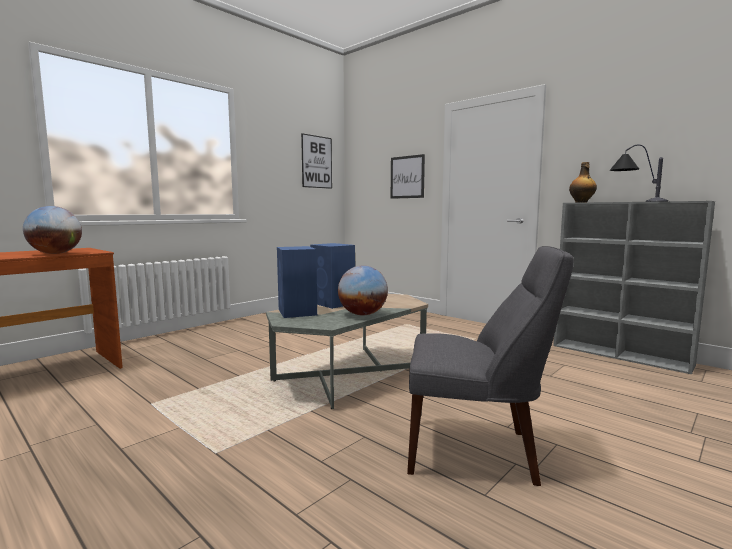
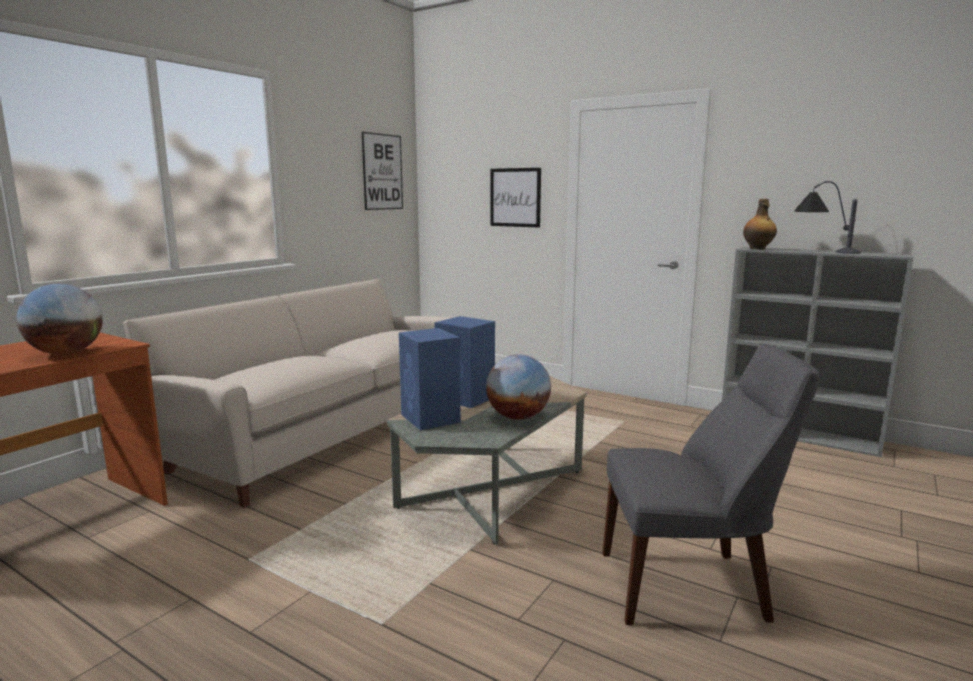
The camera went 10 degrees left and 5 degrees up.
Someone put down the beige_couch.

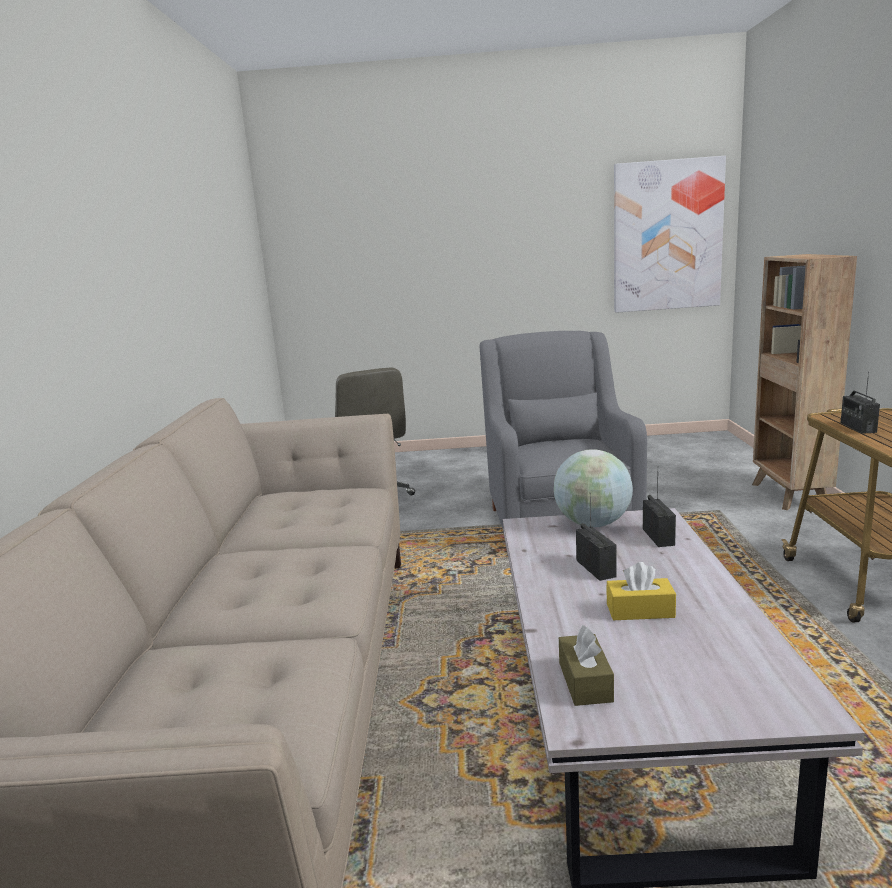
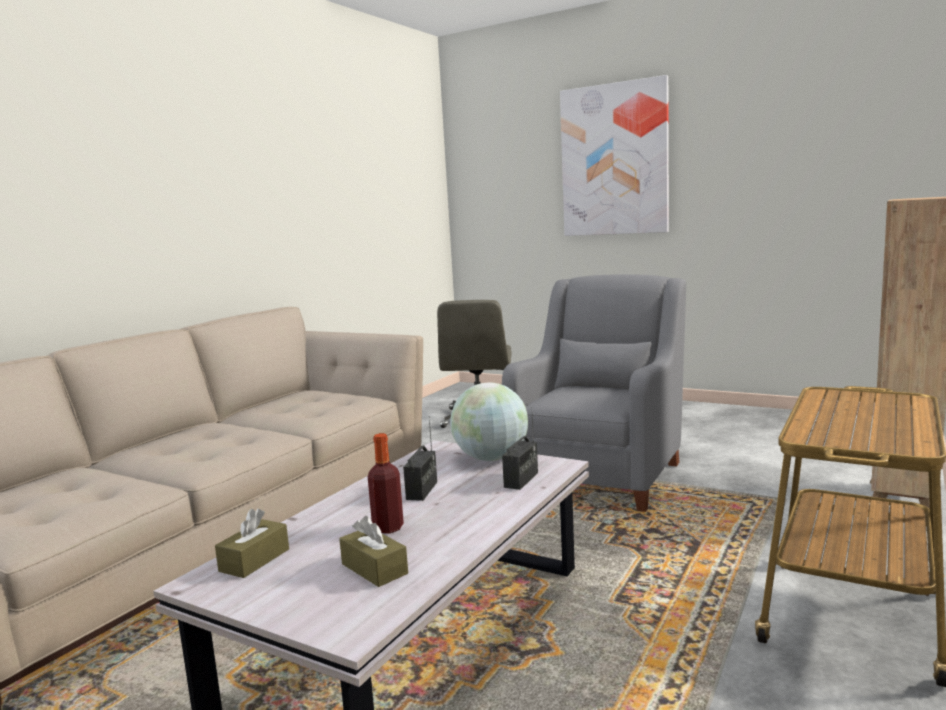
The camera went 30 degrees right and 5 degrees down.
Someone carried the picture.
Someone took away the radio (3rd from left).
Someone swapped the yellowish_tissue_holder for the bottle.
Someone put down the brown_tissue_holder (2nd from left).

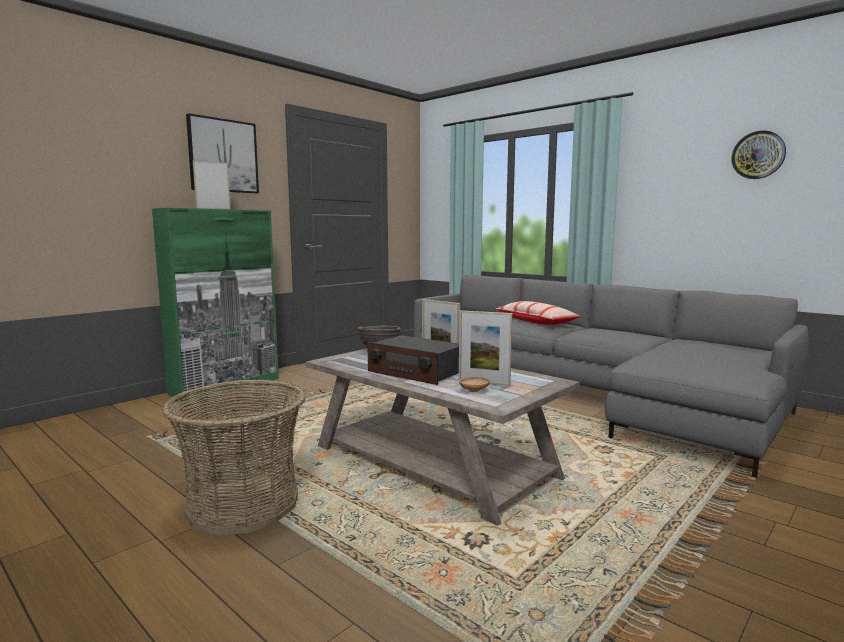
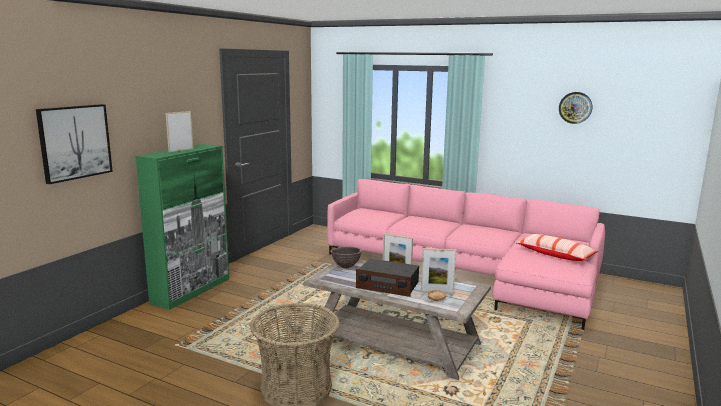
The camera went 15 degrees left and 5 degrees up.
Someone carried the picture.
Someone repainted the greyish_couch, which became the pink-coloured_couch.
Someone carried the throw_pillow.

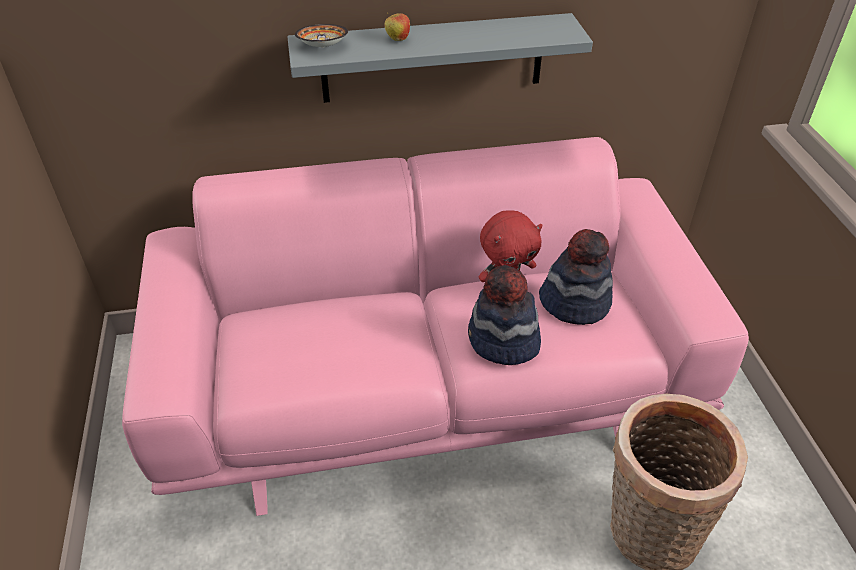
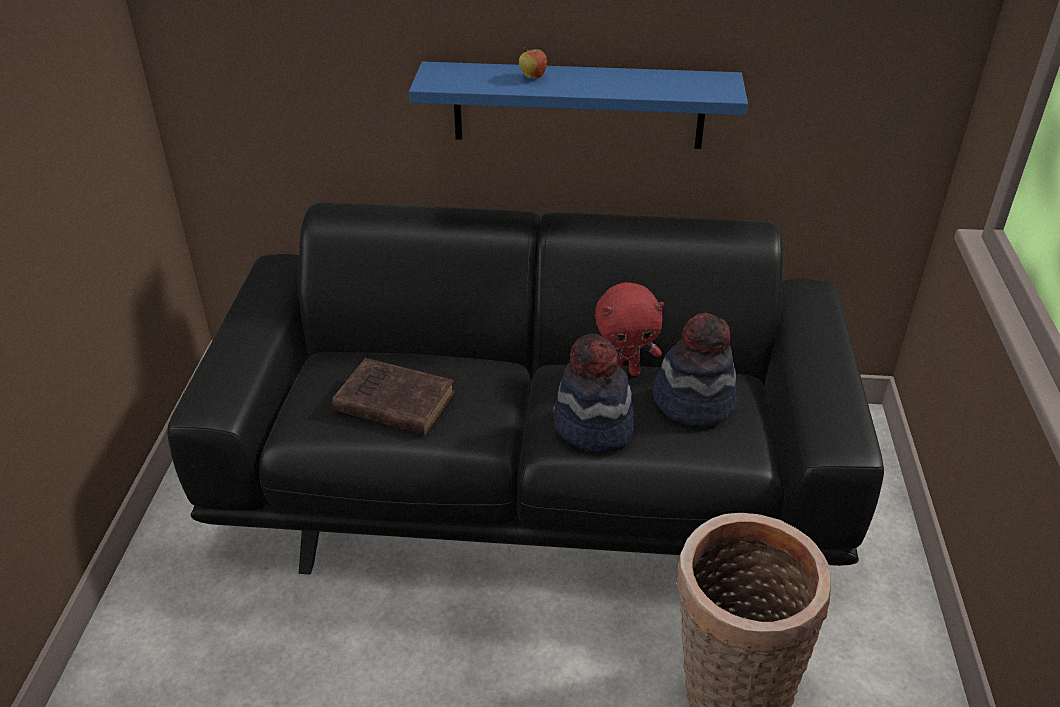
The camera went 15 degrees right and 5 degrees down.
Someone repainted the greyish_shelf, which became the blue_shelf.
Someone took away the serving_bowl.
Someone repainted the pink-coloured_couch, which became the black_couch.
Someone put down the brown_bound_book.

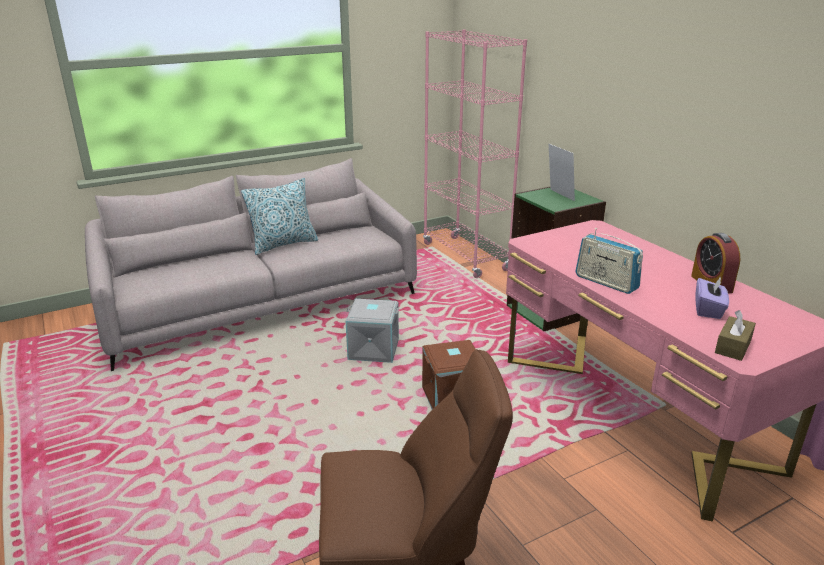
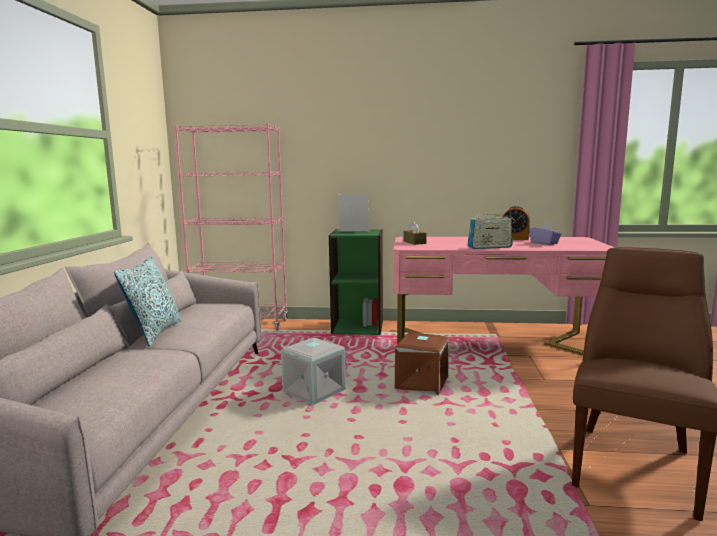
The camera went 55 degrees left and 15 degrees down.
Someone carried the brown_tissue_holder.

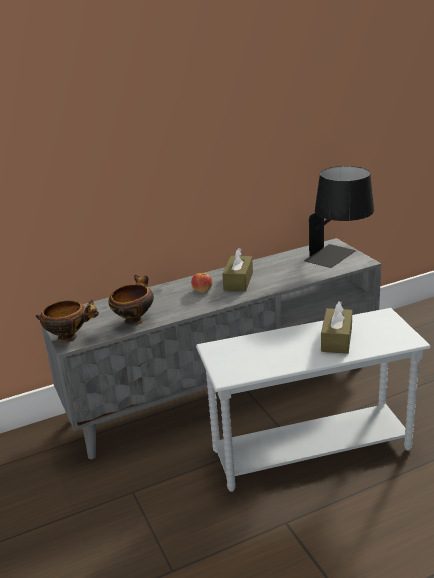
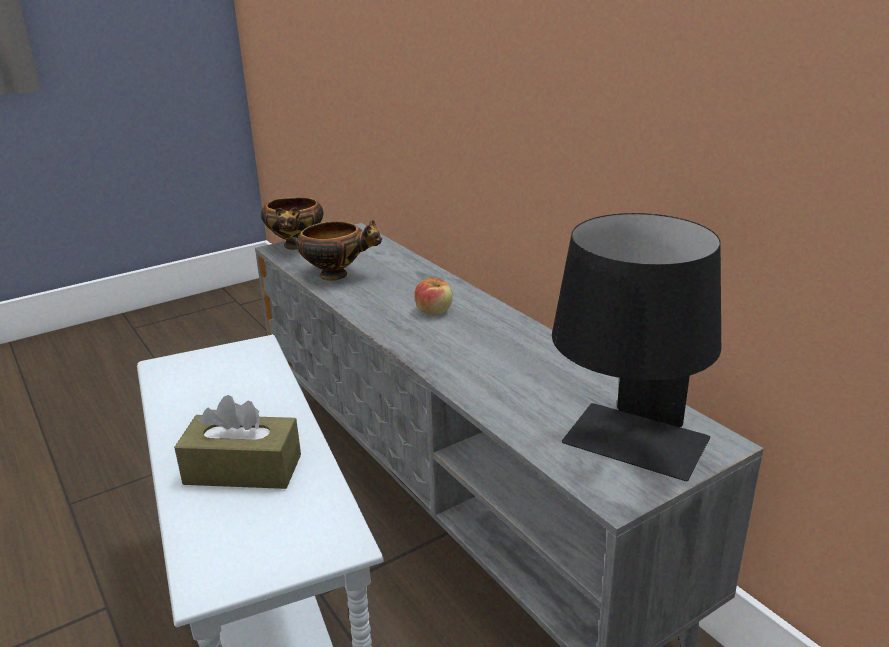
The camera went 80 degrees right and 0 degrees up.
Someone took away the brown_tissue_holder (1st from left).

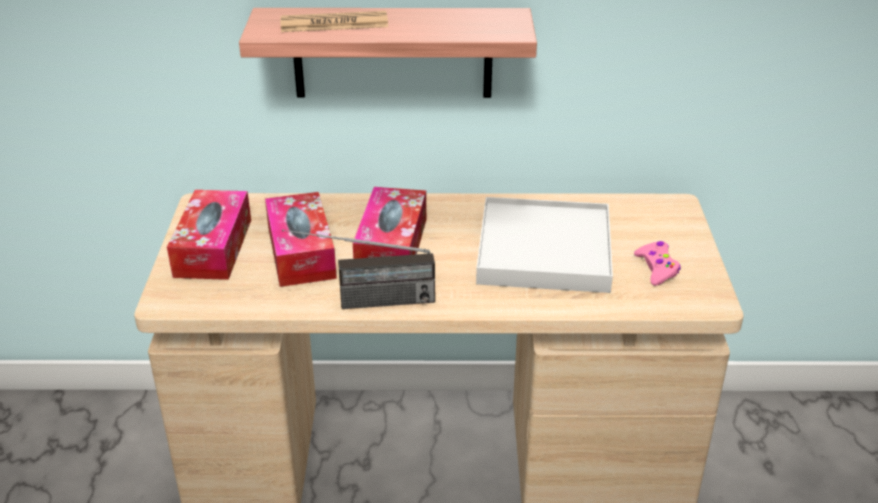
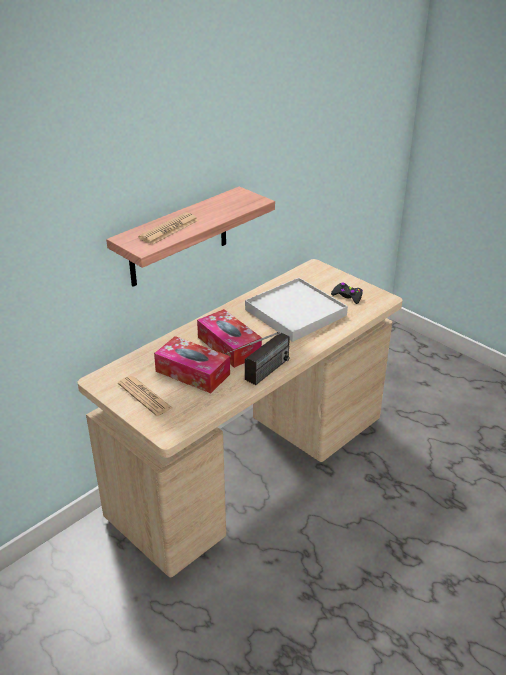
The camera went 45 degrees left and 0 degrees up.
Someone swapped the tissue_holder (1st from left) for the newspaper (1st from left).
Someone repainted the pink-coloured_game_controller, which became the black_game_controller.

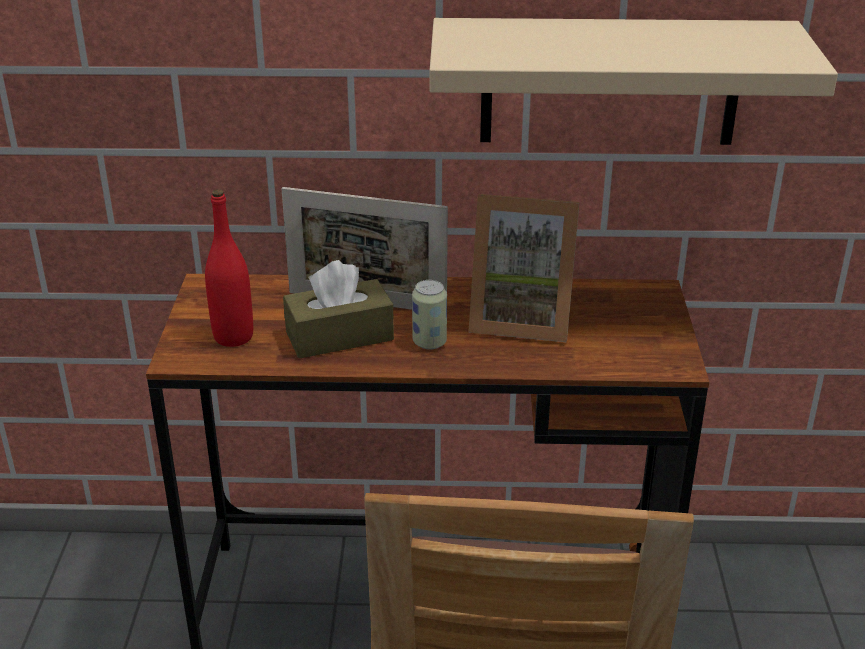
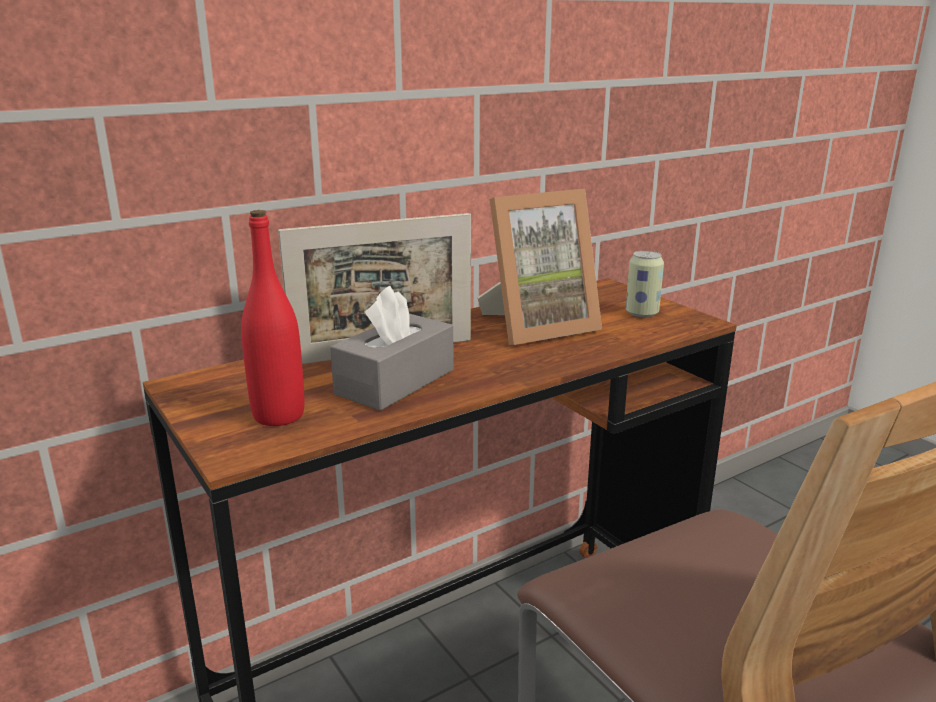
The camera went 35 degrees left and 10 degrees down.
Someone took away the beige_shelf.
Someone repainted the brown_tissue_holder, which became the greyish_tissue_holder.
Someone carried the sealed_can.

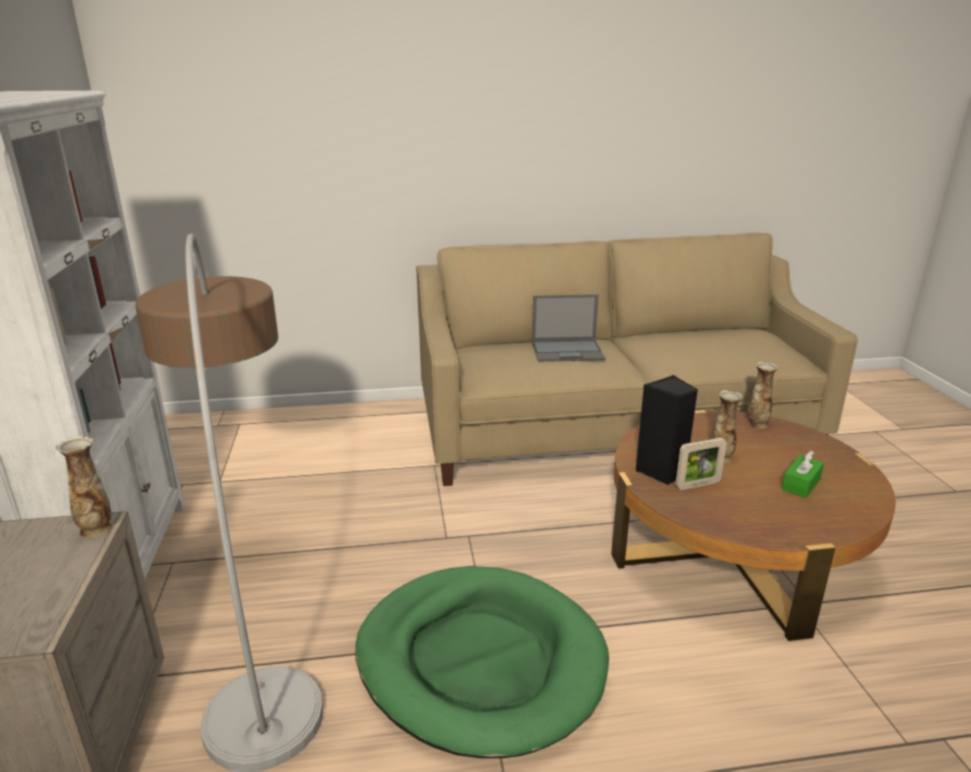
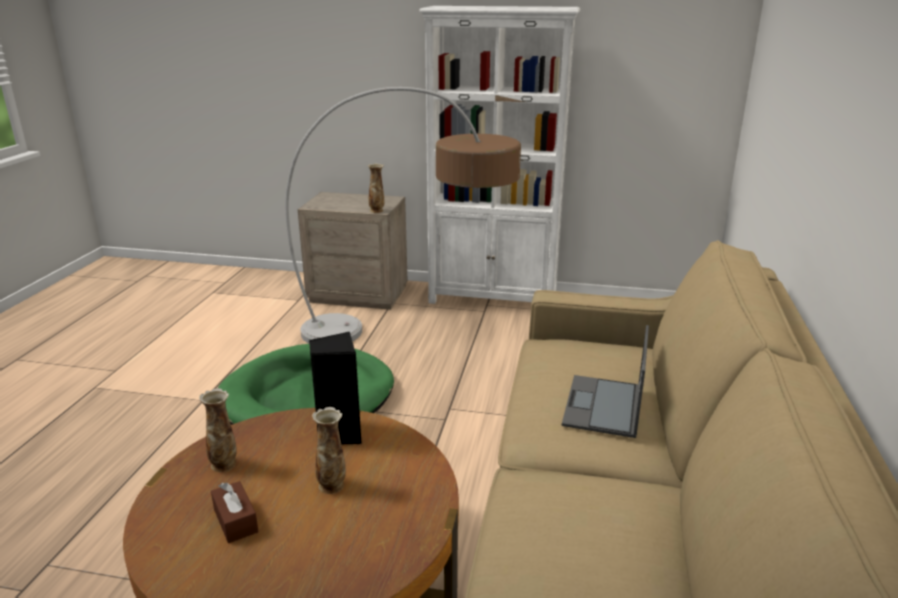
The camera went 110 degrees right and 0 degrees up.
Someone carried the vase (3rd from left in the first image).
Someone took away the photo_frame.
Someone repainted the greenish_tissue_holder, which became the brown_tissue_holder.

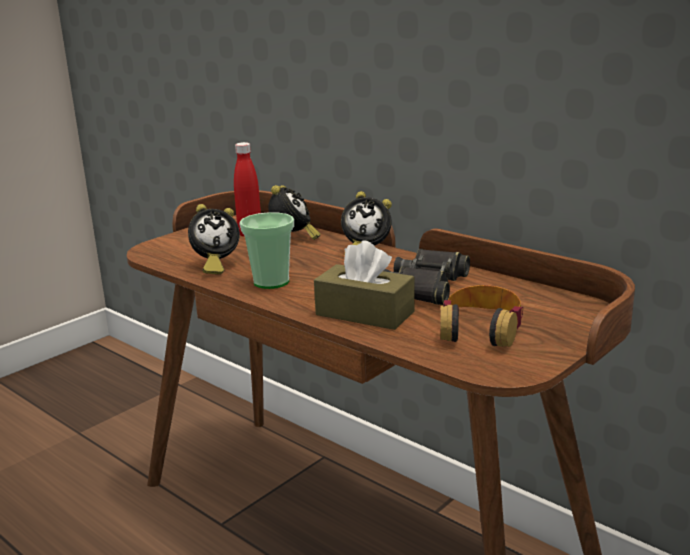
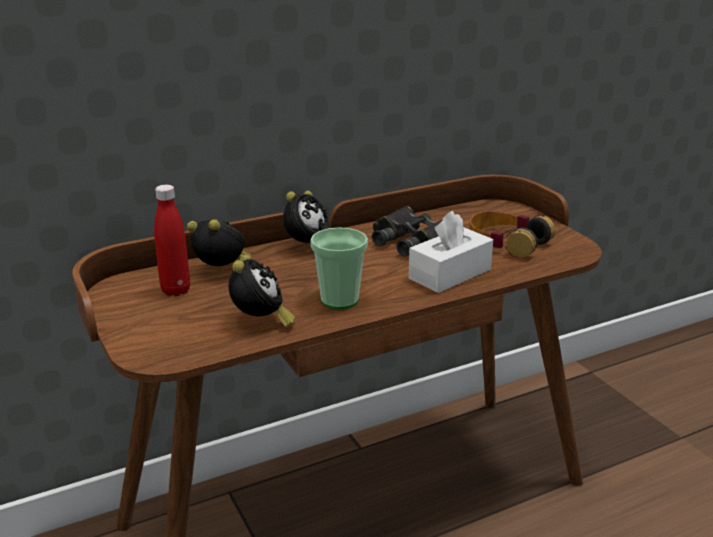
The camera went 70 degrees left and 5 degrees up.
Someone repainted the brown_tissue_holder, which became the whitish_tissue_holder.

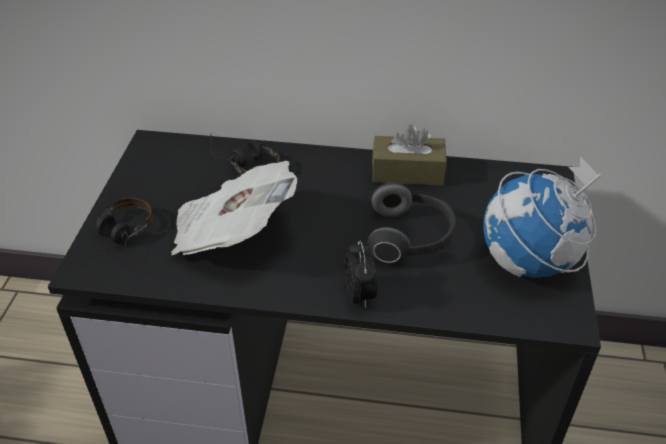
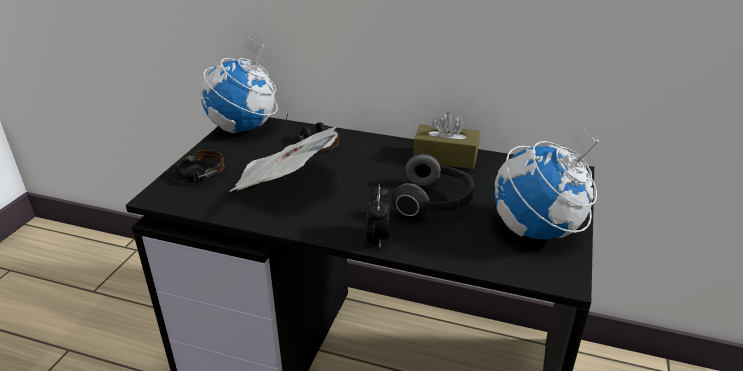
The camera went 10 degrees right and 10 degrees down.
Someone put down the globe (1st from left).

